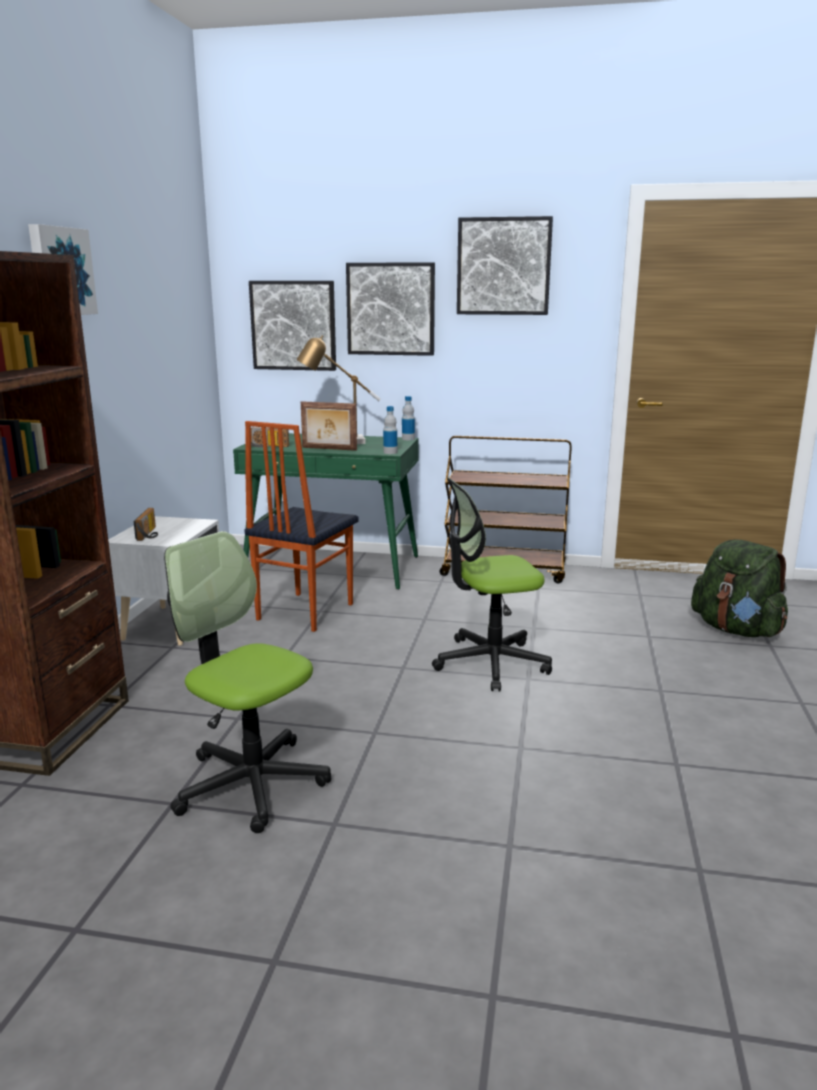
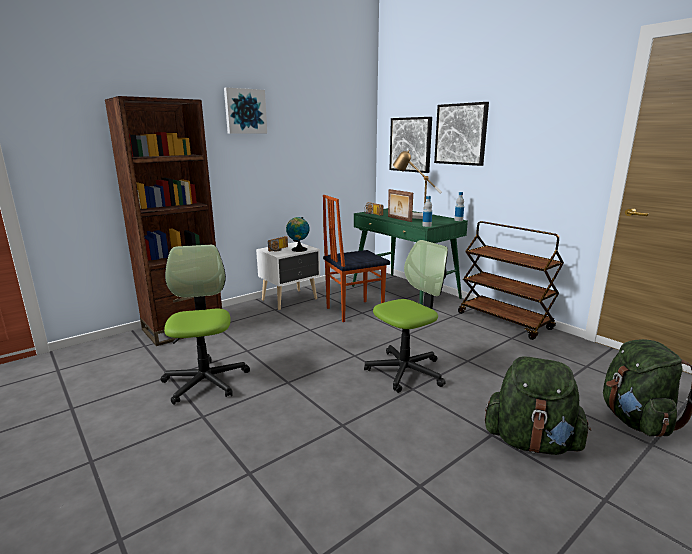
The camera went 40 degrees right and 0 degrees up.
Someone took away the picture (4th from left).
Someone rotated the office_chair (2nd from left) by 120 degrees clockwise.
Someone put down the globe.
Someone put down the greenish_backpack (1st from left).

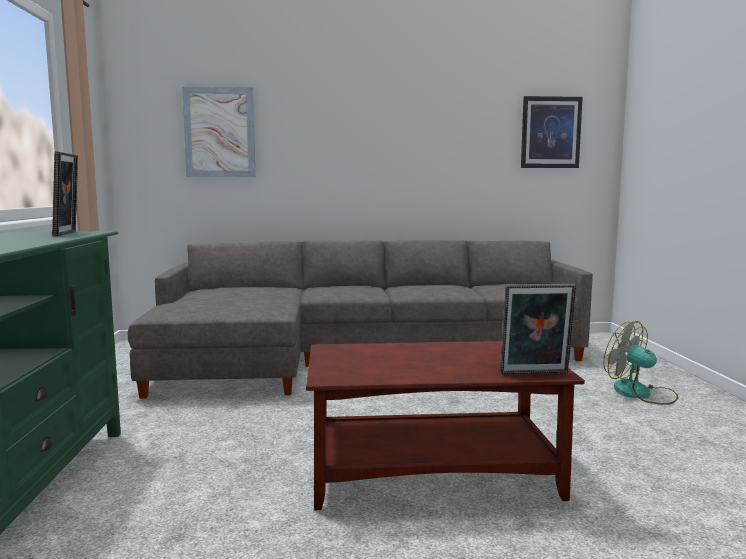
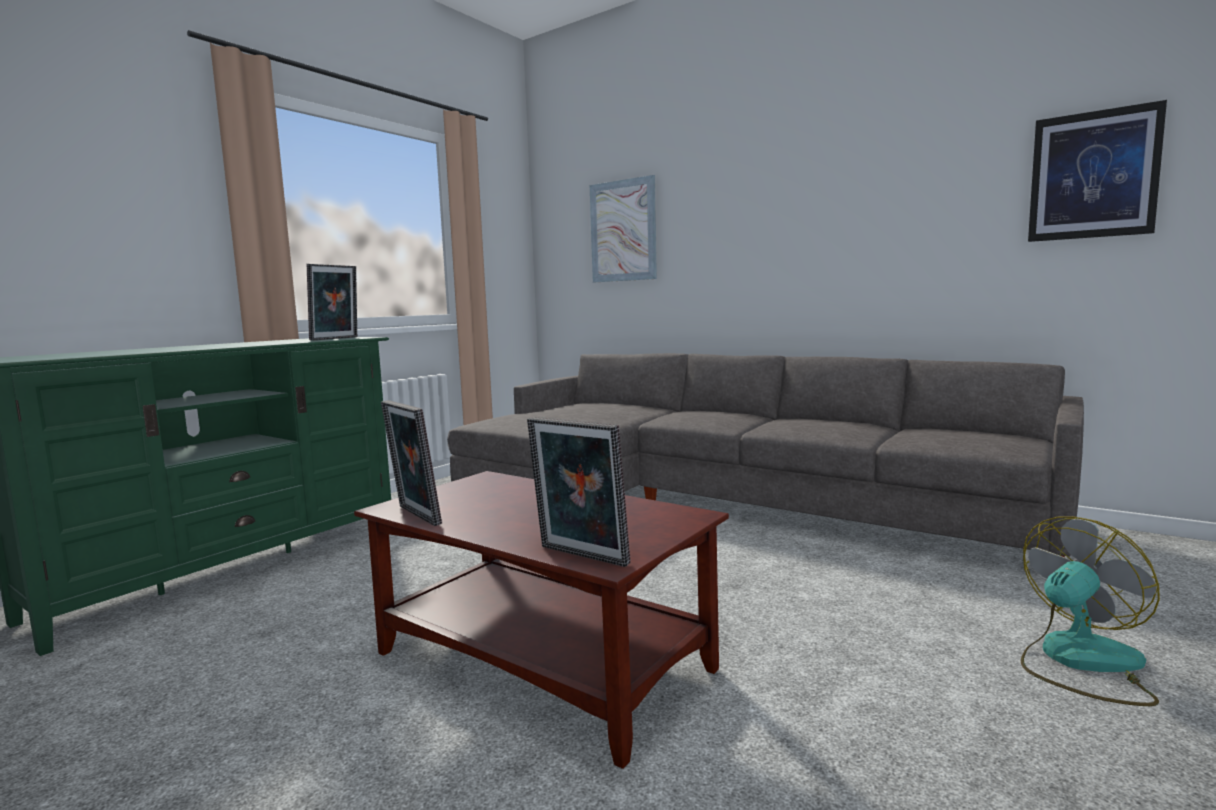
The camera went 40 degrees right and 0 degrees up.
Someone rotated the electric_fan by 60 degrees clockwise.
Someone put down the photo_frame (2nd from left).

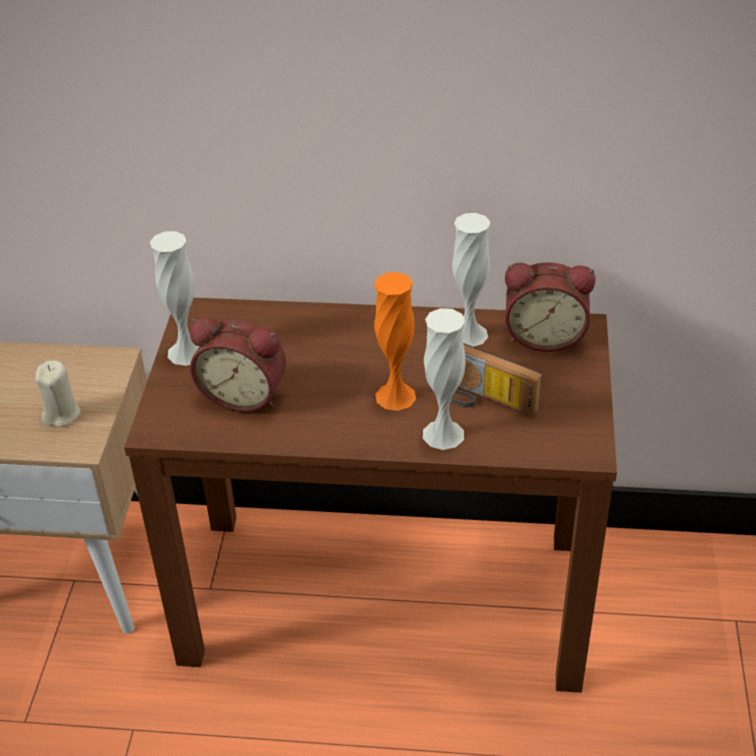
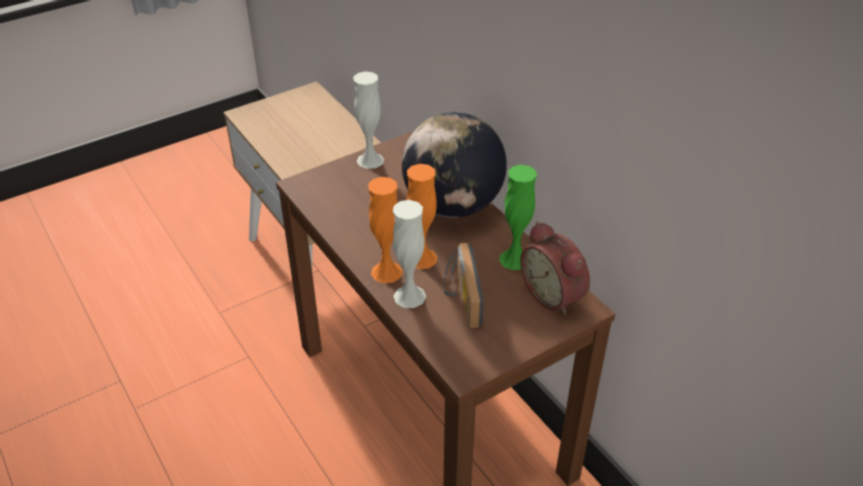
The camera went 50 degrees right and 0 degrees up.
Someone repainted the whitish_vase (3rd from left), which became the greenish_vase.
Someone took away the table_clock (1st from left).
Someone took away the beige_wax_light.
Someone put down the globe.
Someone put down the orangey_vase (1st from left).

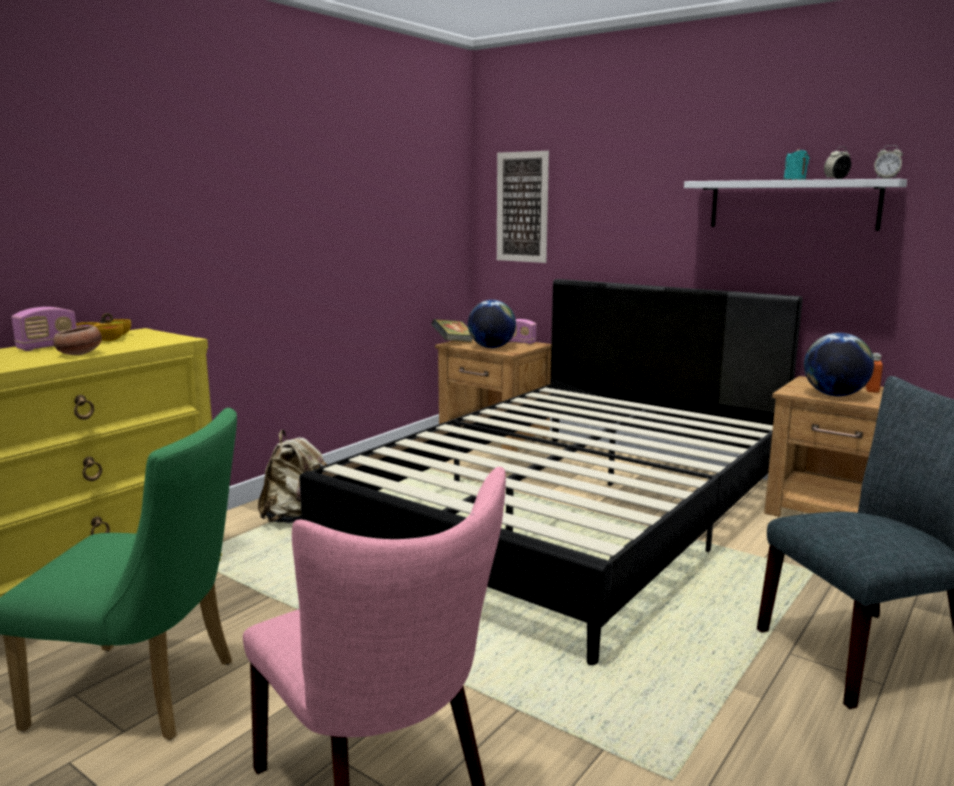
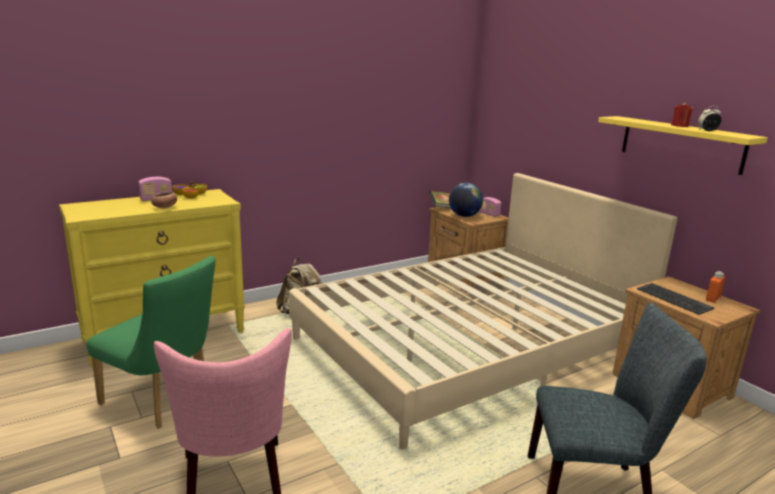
The camera went 20 degrees right and 5 degrees up.
Someone took away the table_clock (2nd from left).
Someone repainted the turquoise_wax_light, which became the reddish_wax_light.
Someone took away the picture.
Someone repainted the whitish_shelf, which became the yellowish_shelf.
Someone repainted the black_bedroom_bed, which became the beige_bedroom_bed.
Someone swapped the globe (2nd from left) for the PC_keyboard.

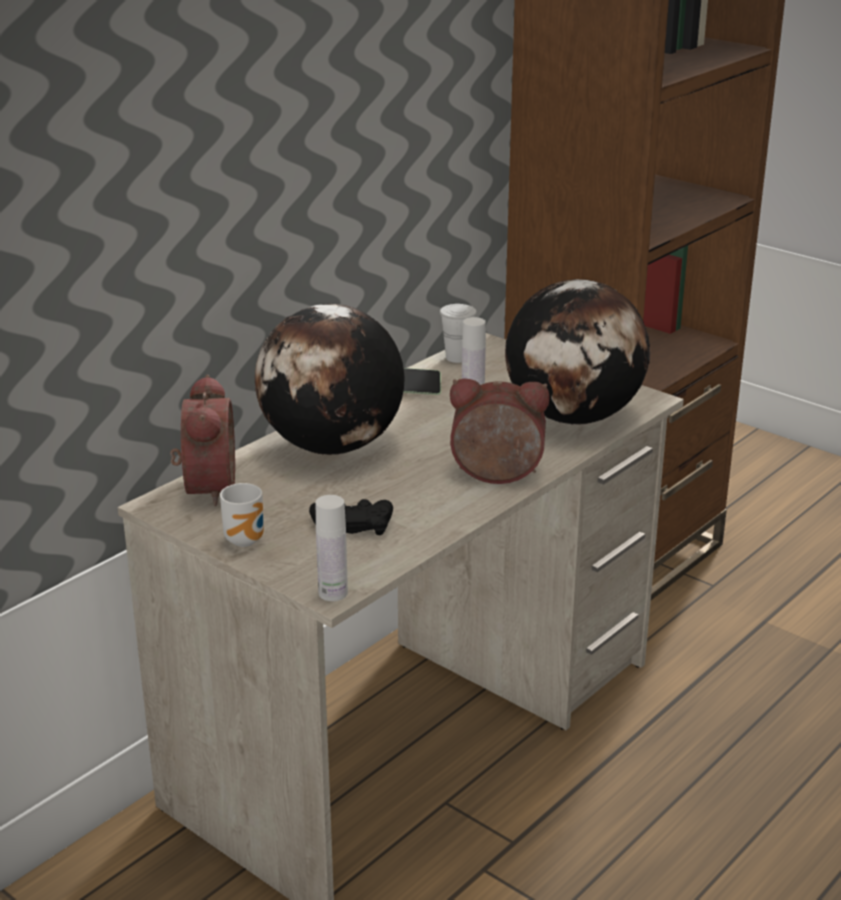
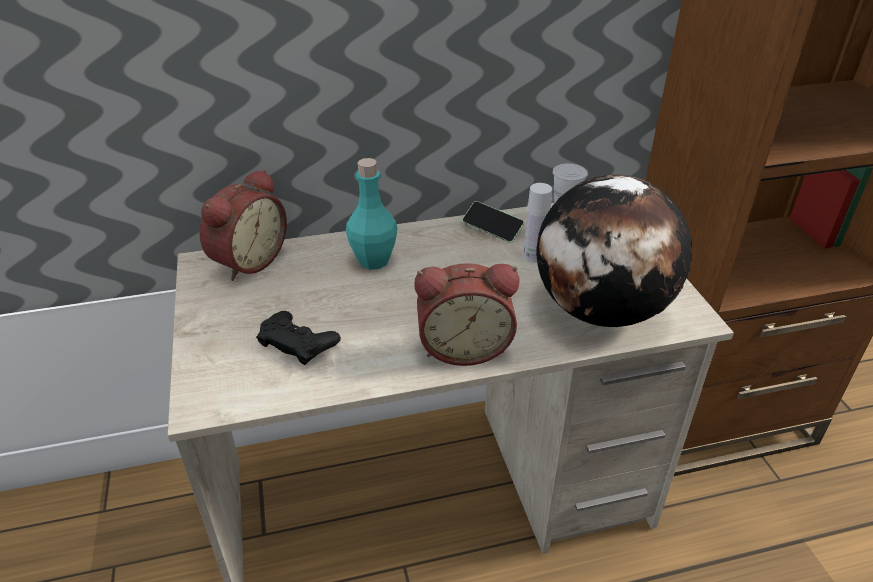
The camera went 35 degrees right and 10 degrees up.
Someone swapped the globe (1st from left) for the turquoise_bottle.
Someone rotated the table_clock (2nd from left) by 135 degrees clockwise.
Someone took away the tea_mug.
Someone took away the whitish_bottle (1st from left).

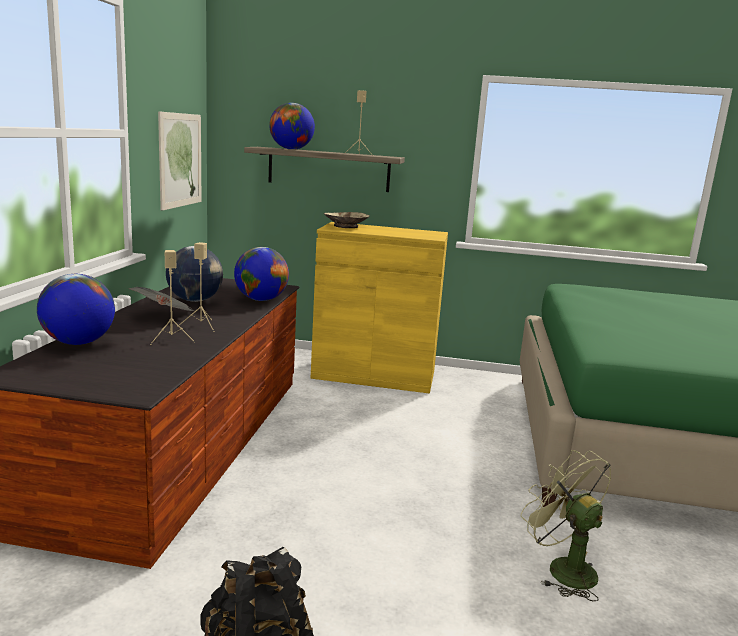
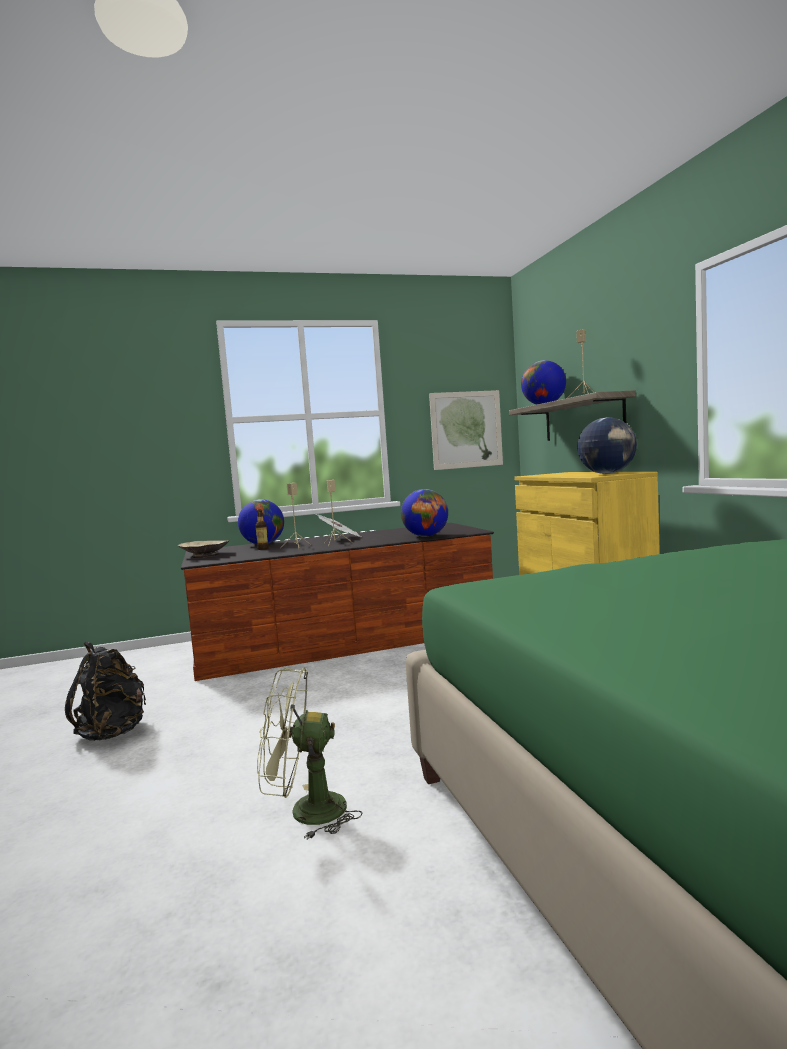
The camera went 65 degrees right and 10 degrees down.
Someone carried the beige_serving_bowl.
Someone carried the globe (2nd from left in the first image).
Someone rotated the greenish_electric_fan by 120 degrees counterclockwise.
Someone put down the bottle.

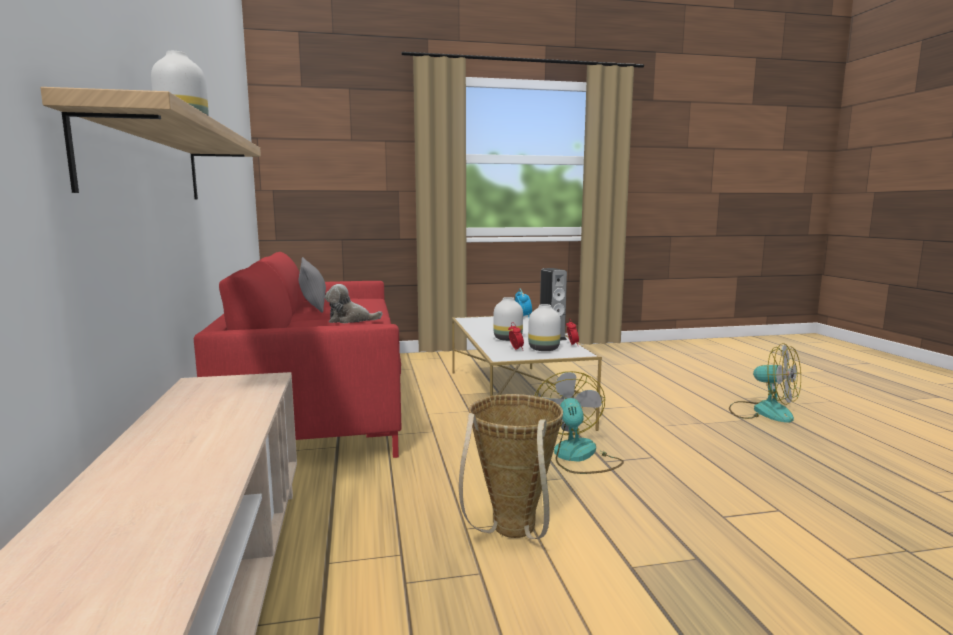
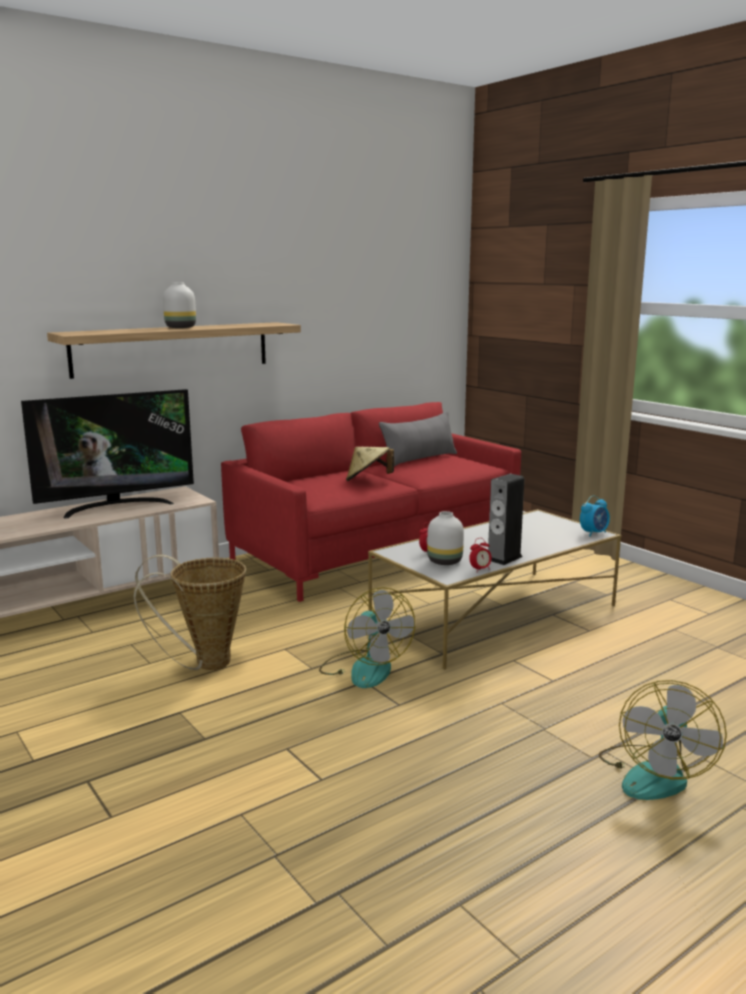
The camera went 65 degrees right and 5 degrees up.
Someone swapped the soft_toy for the beige_wearable_hat.
Someone took away the whitish_vase (2nd from left).
Someone rotated the electric_fan (1st from left) by 90 degrees clockwise.
Someone put down the TV_set.

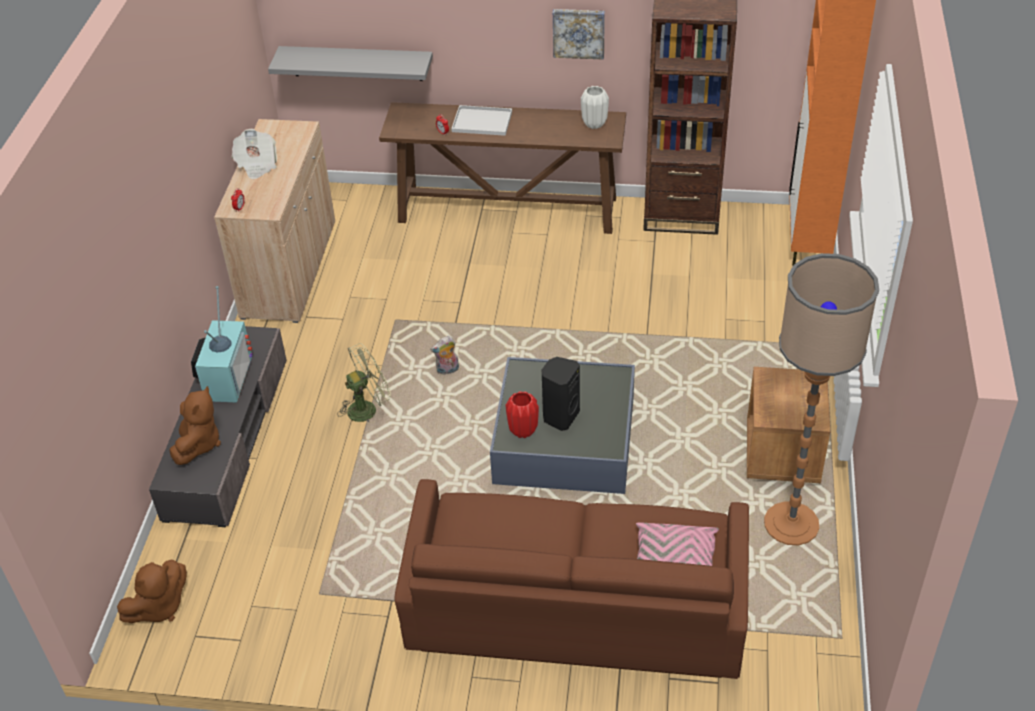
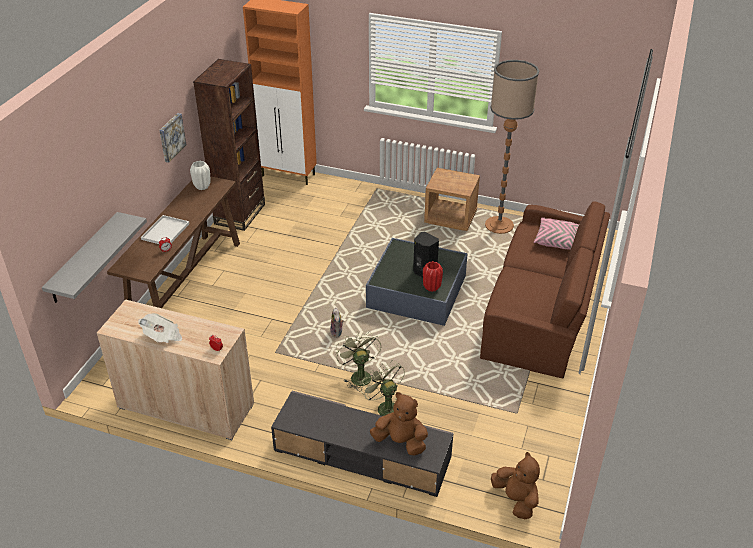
The camera went 80 degrees left and 5 degrees down.
Someone took away the TV_set.
Someone put down the greenish_electric_fan (2nd from left).

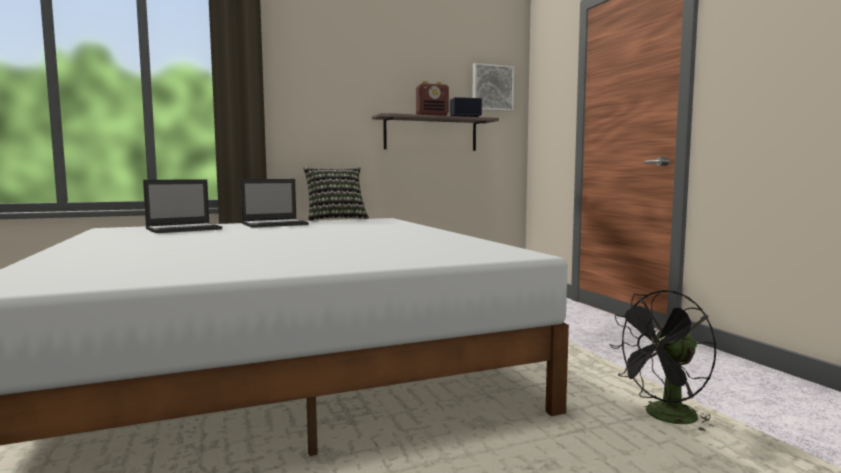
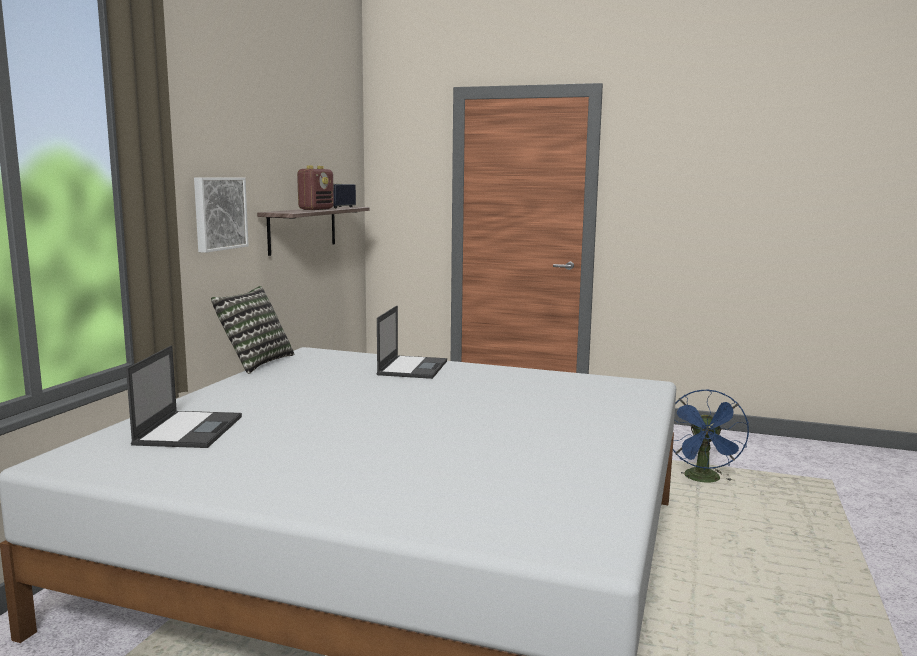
The camera went 50 degrees left and 5 degrees up.
Someone carried the picture.
Someone carried the laptop (2nd from left).
Someone repainted the black_electric_fan, which became the blue_electric_fan.

